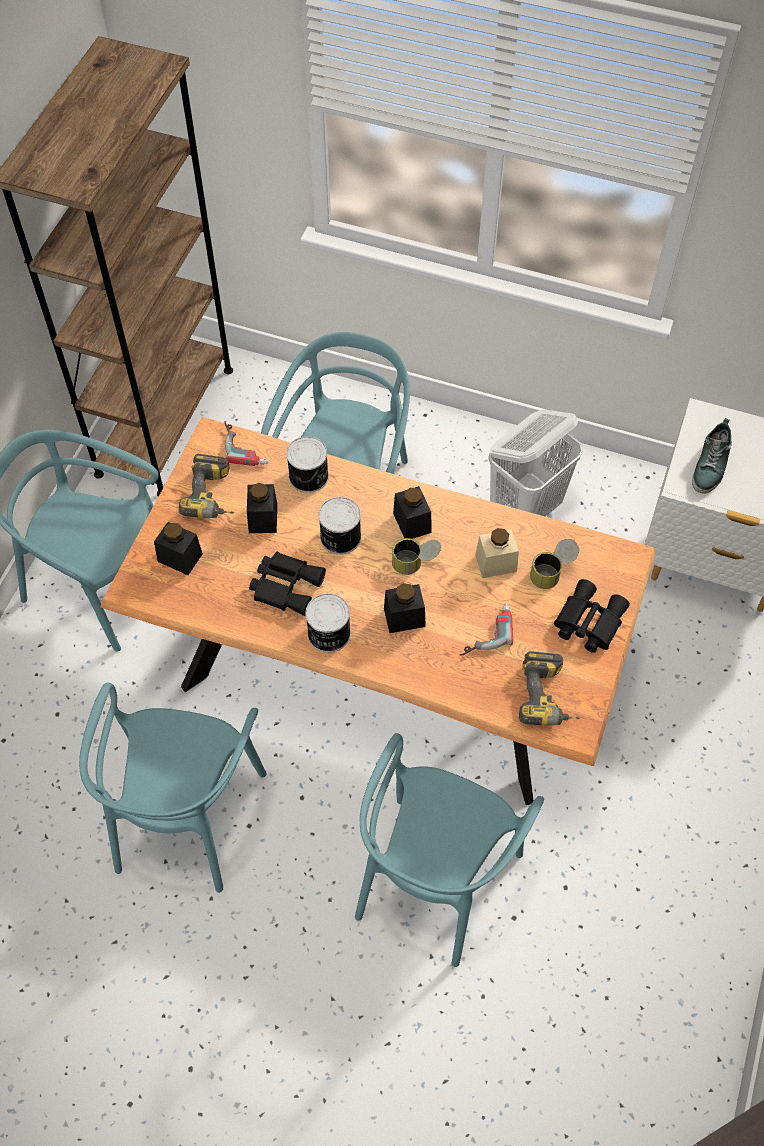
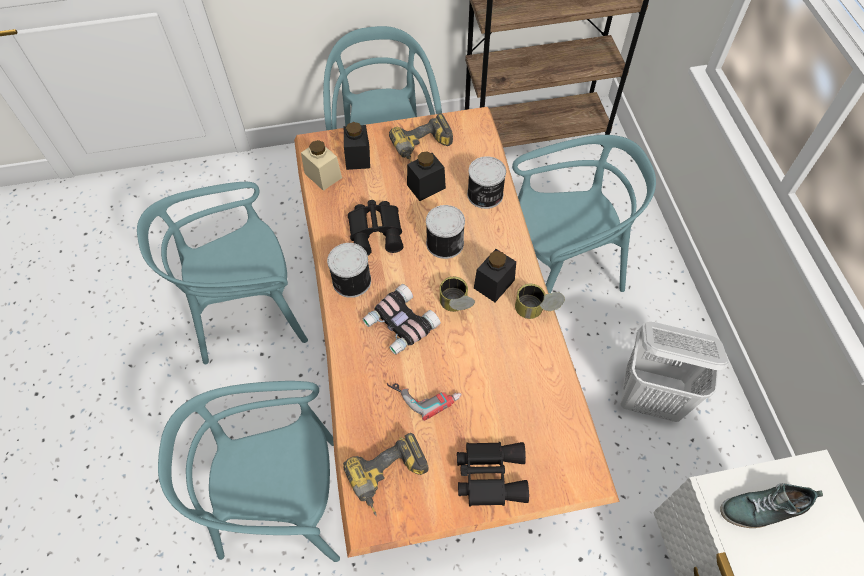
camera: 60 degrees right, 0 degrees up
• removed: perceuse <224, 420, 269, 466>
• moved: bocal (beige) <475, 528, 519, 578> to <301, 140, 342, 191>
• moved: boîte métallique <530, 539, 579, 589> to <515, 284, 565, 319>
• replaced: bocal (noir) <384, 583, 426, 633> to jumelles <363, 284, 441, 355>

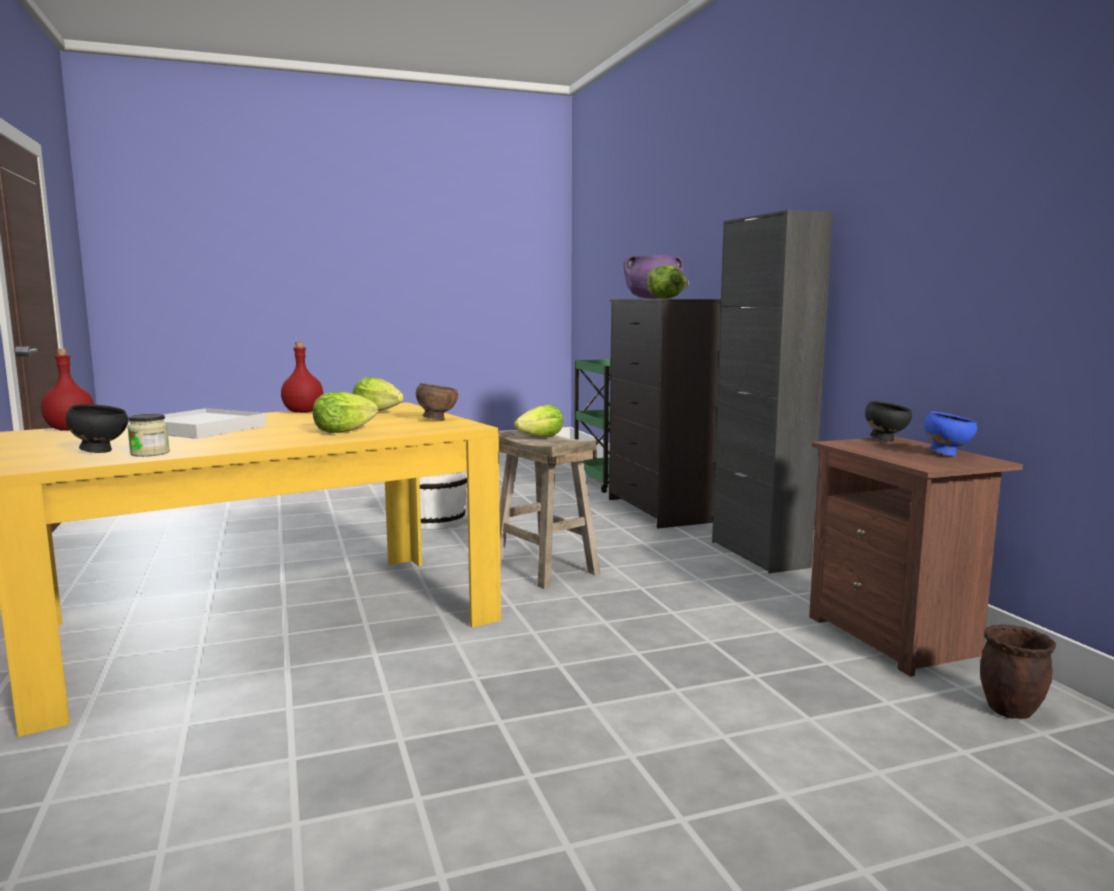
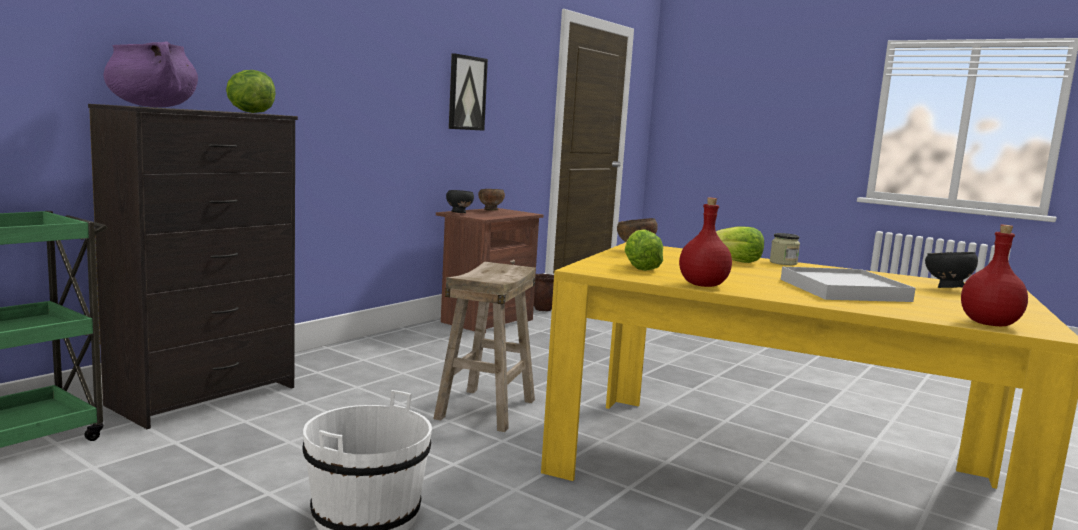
camera: 125 degrees left, 0 degrees up
• removed: meuble de rangement (noir) <712, 210, 833, 573>
• removed: laitue <514, 405, 563, 437>
• recoloured: bol (bleu) <924, 411, 977, 456> to bol (marron) <478, 189, 505, 210>
• moved: bocal <127, 414, 170, 457> to <770, 233, 800, 265>
• added: tableau <449, 53, 488, 131>

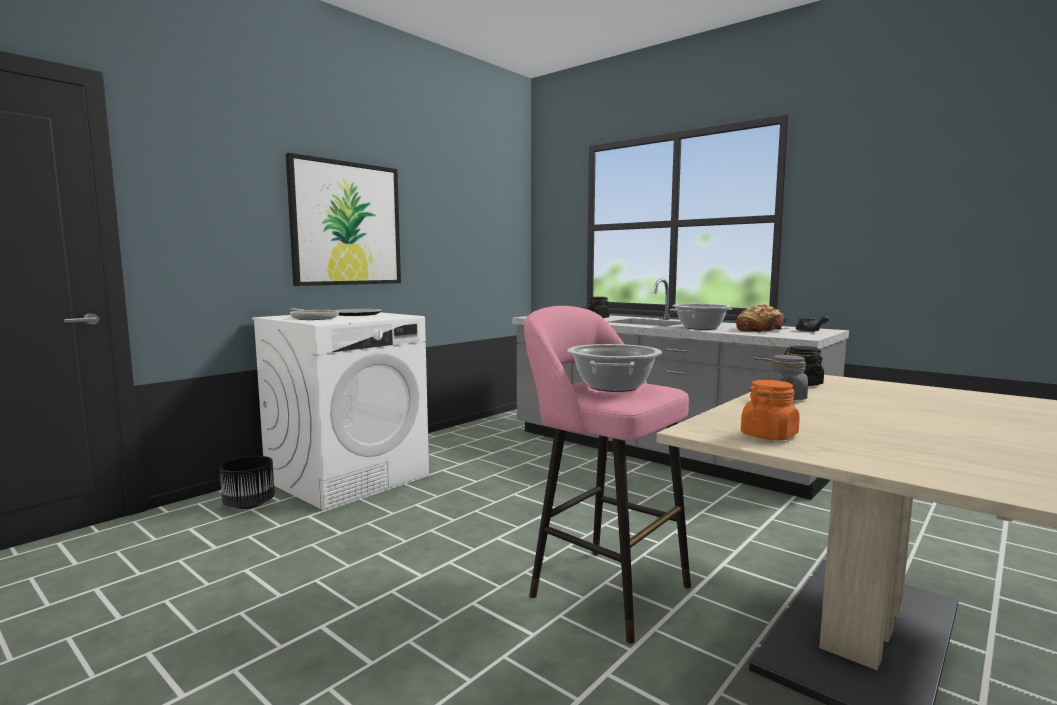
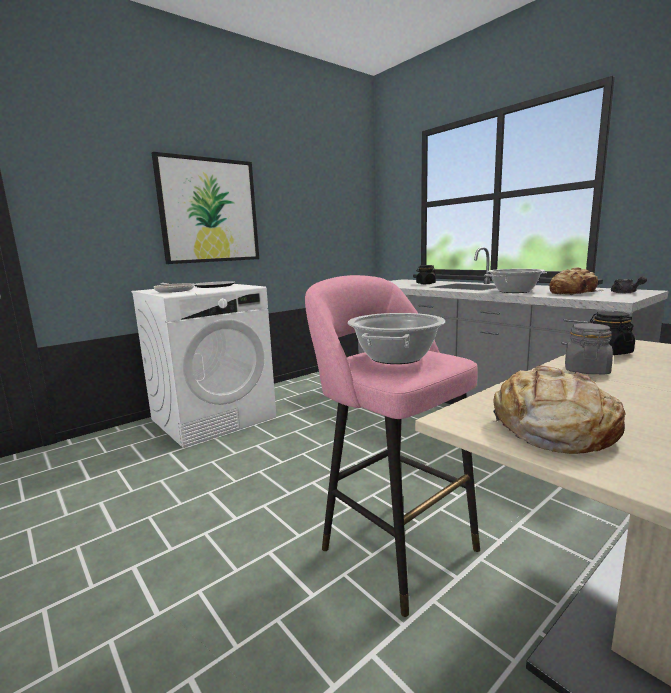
camera: 10 degrees right, 5 degrees up
• replaced: bocal (orange) <741, 380, 800, 440> to pain <492, 365, 625, 454>
• removed: cache-pot (noir) <219, 456, 275, 509>

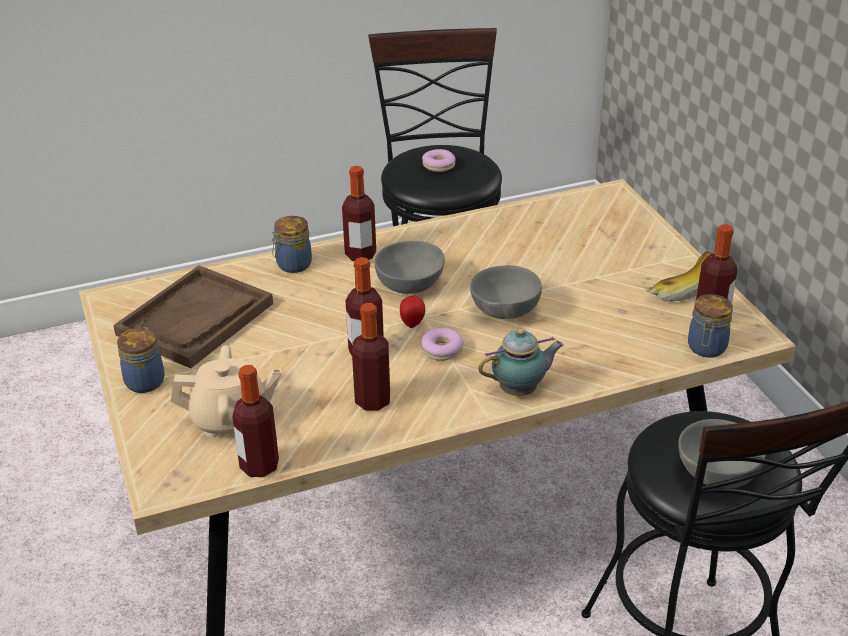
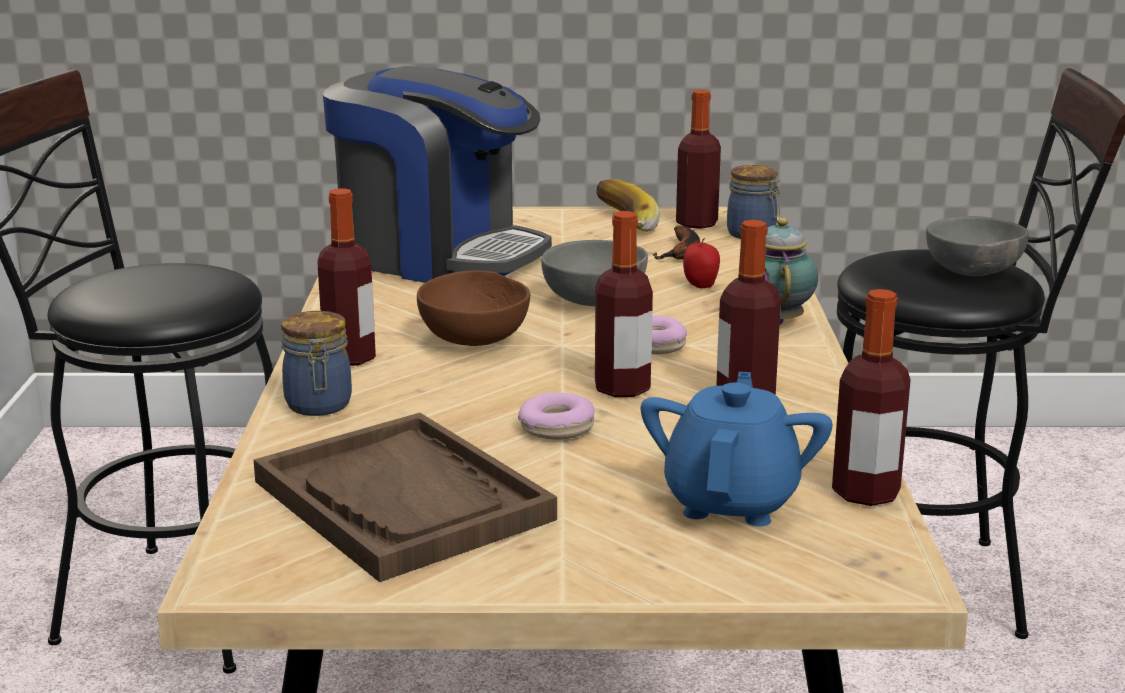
camera: 70 degrees left, 15 degrees down
• moved: beignet <422, 149, 456, 172> to <518, 393, 595, 439>
• recoloured: bol (gris) <375, 241, 445, 294> to bol (marron) <417, 271, 530, 346>
• moved: pomme <400, 295, 425, 328> to <683, 238, 720, 288>
• removed: bocal <117, 328, 165, 393>
• recoloured: théière (beige) <170, 345, 282, 437> to théière (bleu) <641, 372, 833, 526>
• added: machine à café <323, 66, 552, 283>
• added: banane <652, 226, 700, 260>

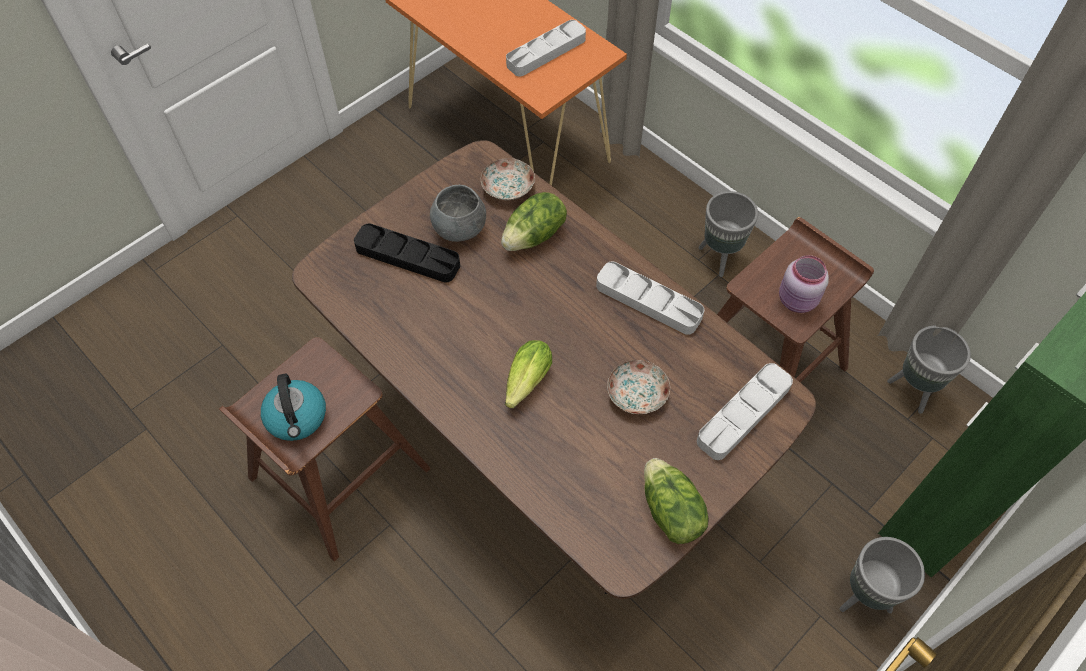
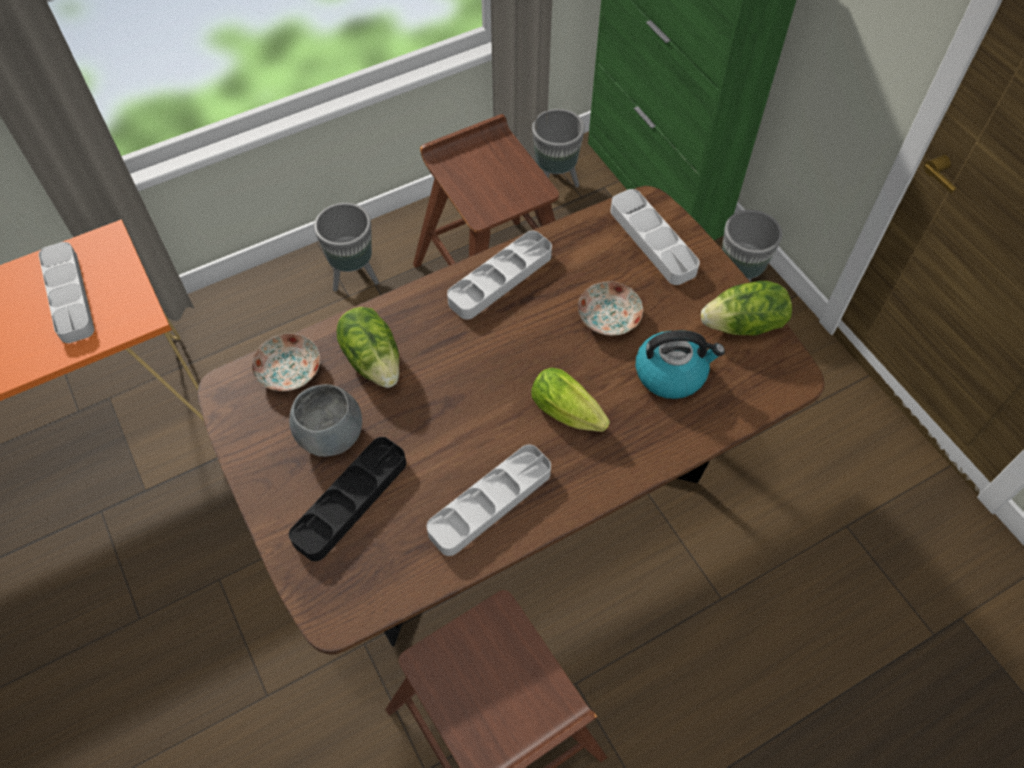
camera: 75 degrees left, 0 degrees up
• removed: bocal (rose) <779, 255, 829, 313>
• moved: bouilloire <261, 373, 326, 441> to <636, 330, 725, 399>
• added: plateau (gris) <427, 445, 551, 556>

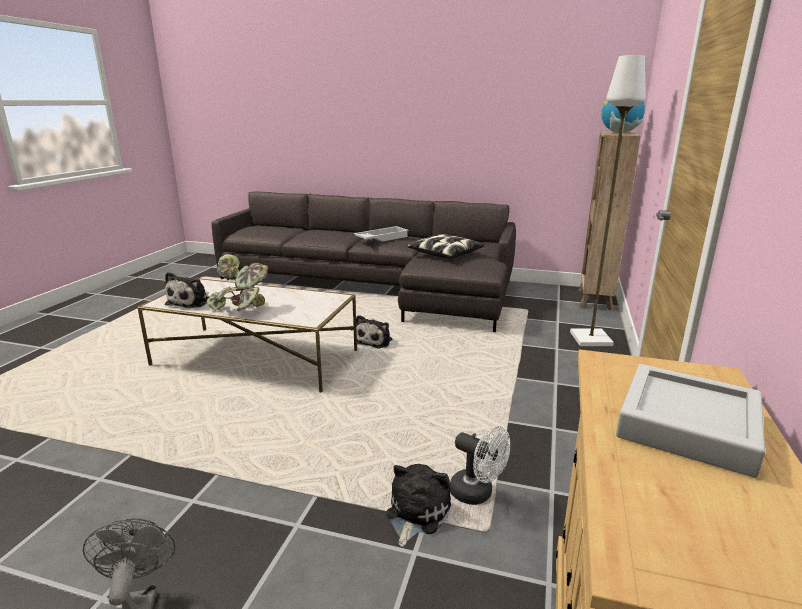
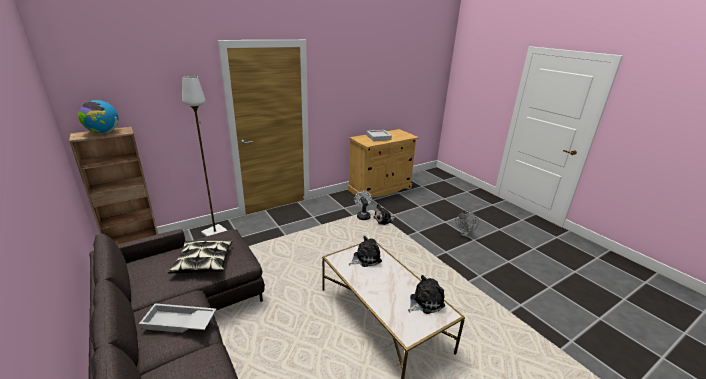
camera: 140 degrees left, 5 degrees up
• removed: plante en pot <206, 254, 268, 311>
• moved: peluche <356, 315, 392, 348> to <349, 236, 382, 267>

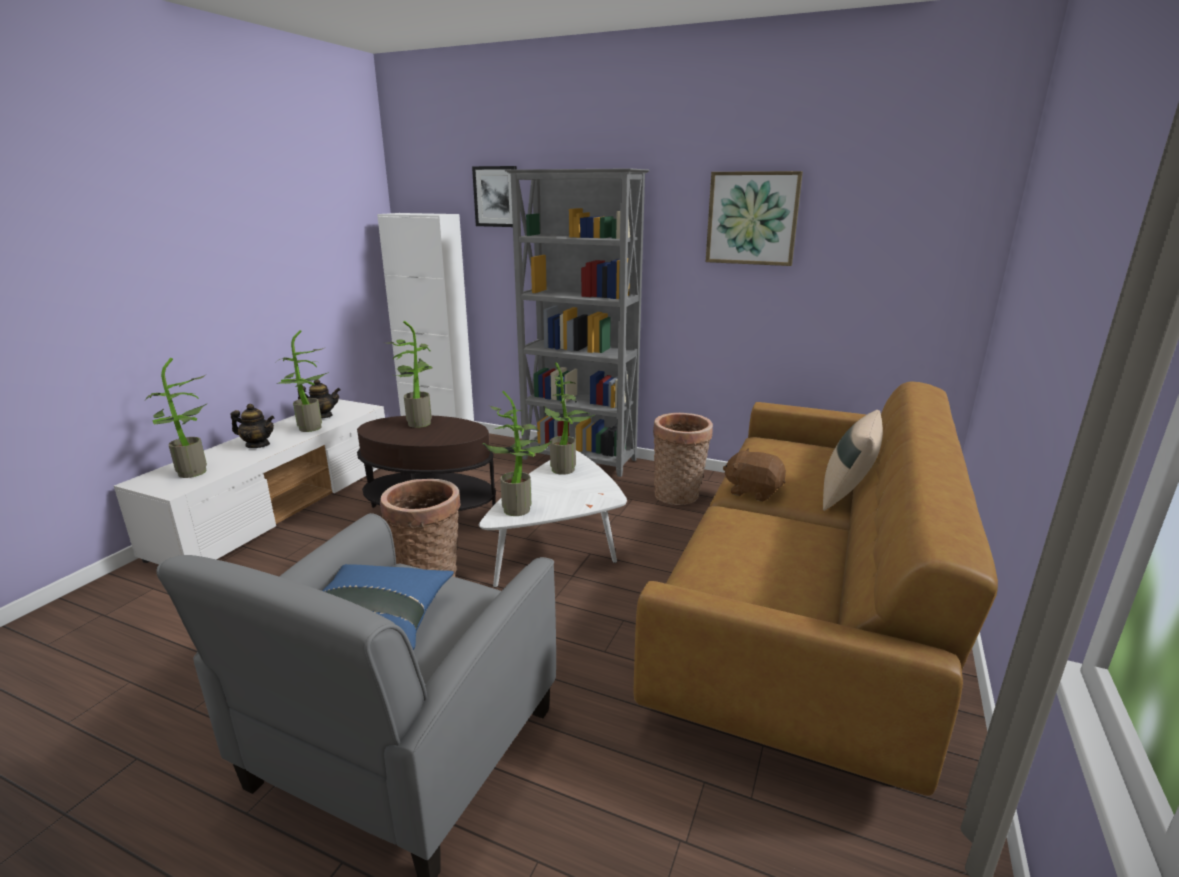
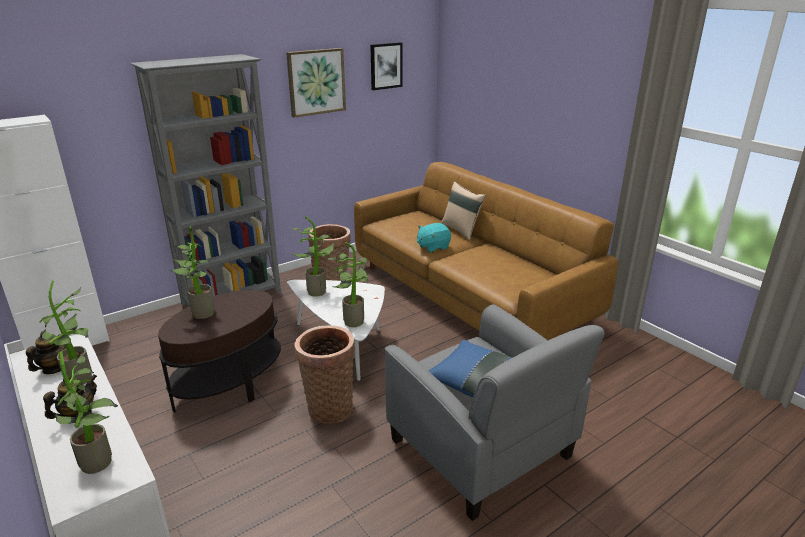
camera: 60 degrees left, 5 degrees up
• moved: tableau <472, 166, 517, 227> to <370, 42, 403, 90>
• recoloured: peluche (marron) <723, 449, 786, 502> to peluche (turquoise) <417, 223, 451, 253>

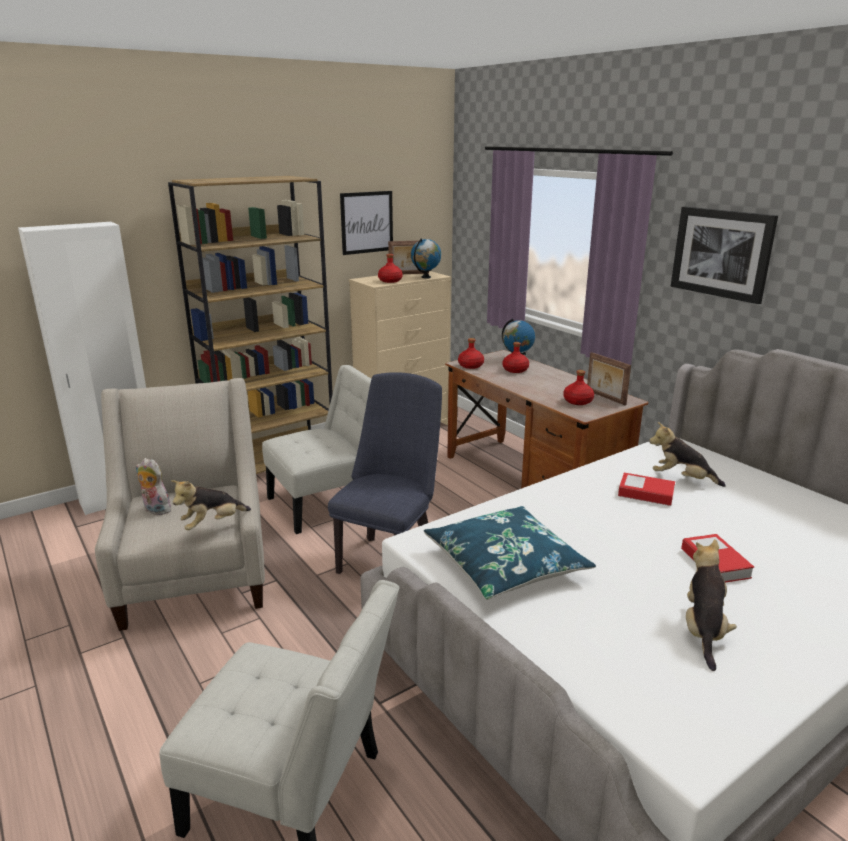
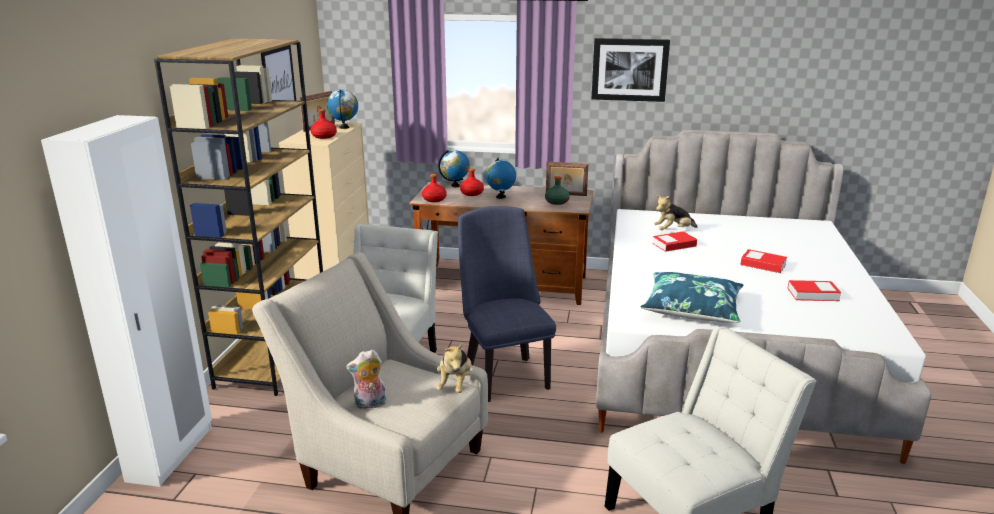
camera: 45 degrees left, 0 degrees up
• recoloured: bouteille (rouge) <563, 370, 594, 405> to bouteille (vert) <545, 176, 570, 205>
• replaced: peluche <686, 539, 737, 671> to livre <788, 280, 841, 301>
• added: globe <486, 158, 516, 199>

